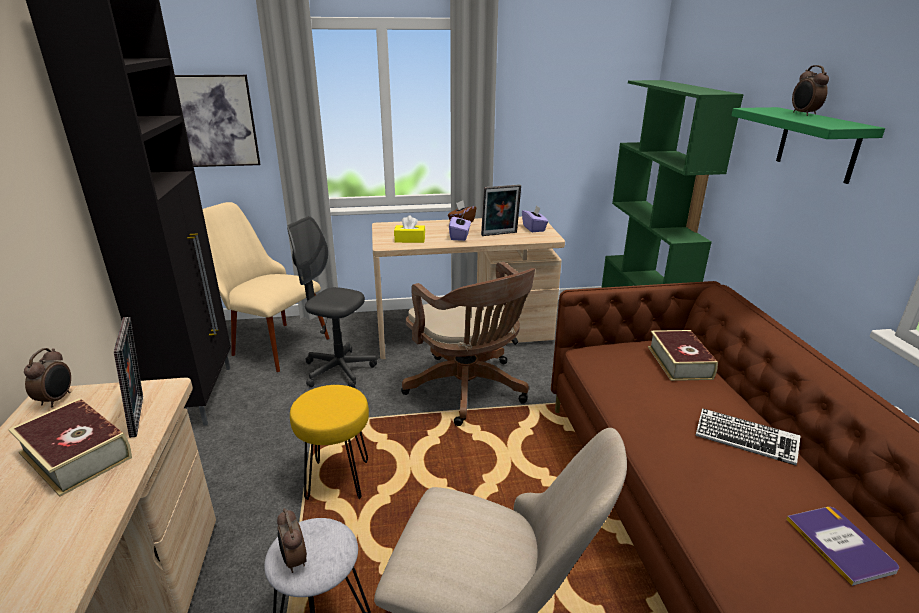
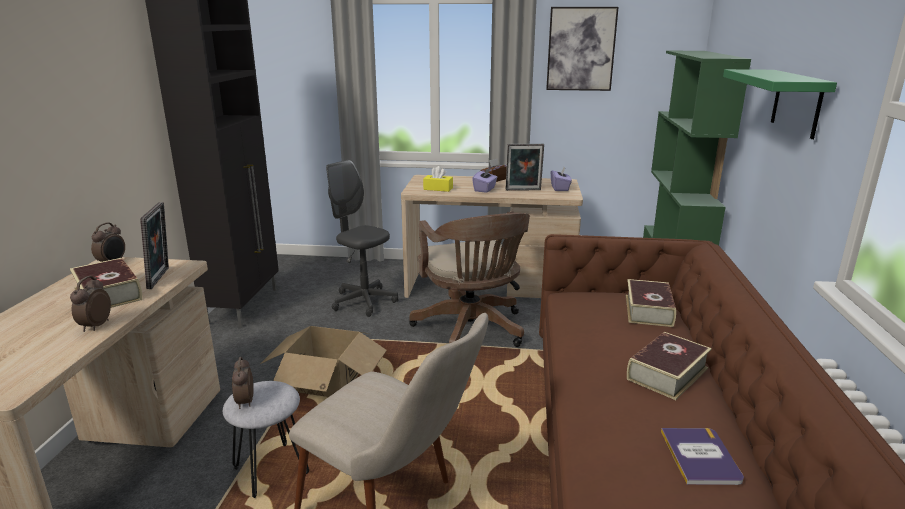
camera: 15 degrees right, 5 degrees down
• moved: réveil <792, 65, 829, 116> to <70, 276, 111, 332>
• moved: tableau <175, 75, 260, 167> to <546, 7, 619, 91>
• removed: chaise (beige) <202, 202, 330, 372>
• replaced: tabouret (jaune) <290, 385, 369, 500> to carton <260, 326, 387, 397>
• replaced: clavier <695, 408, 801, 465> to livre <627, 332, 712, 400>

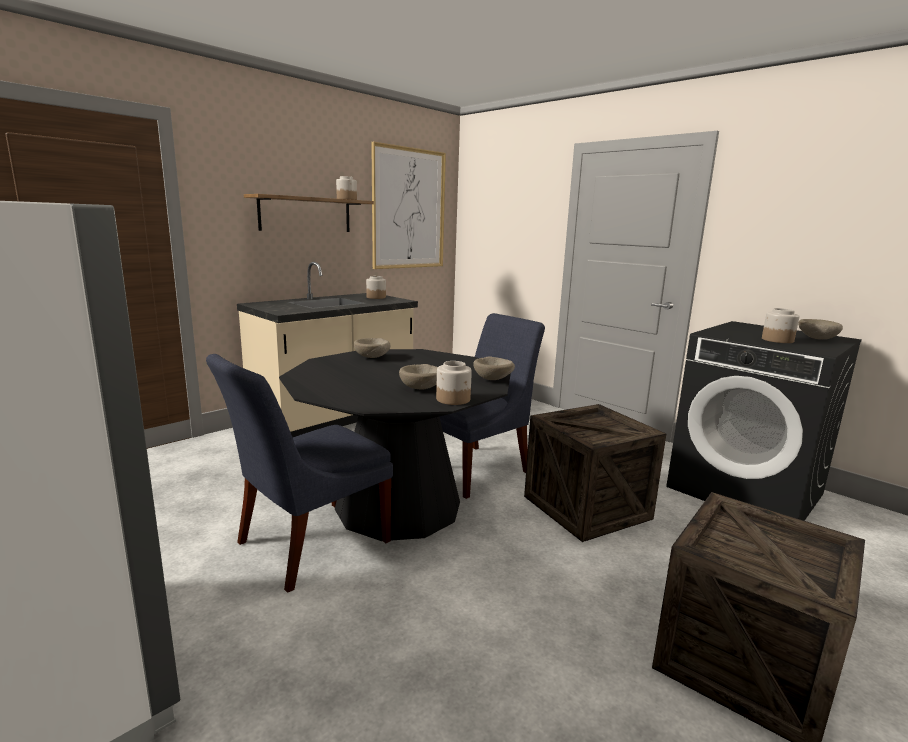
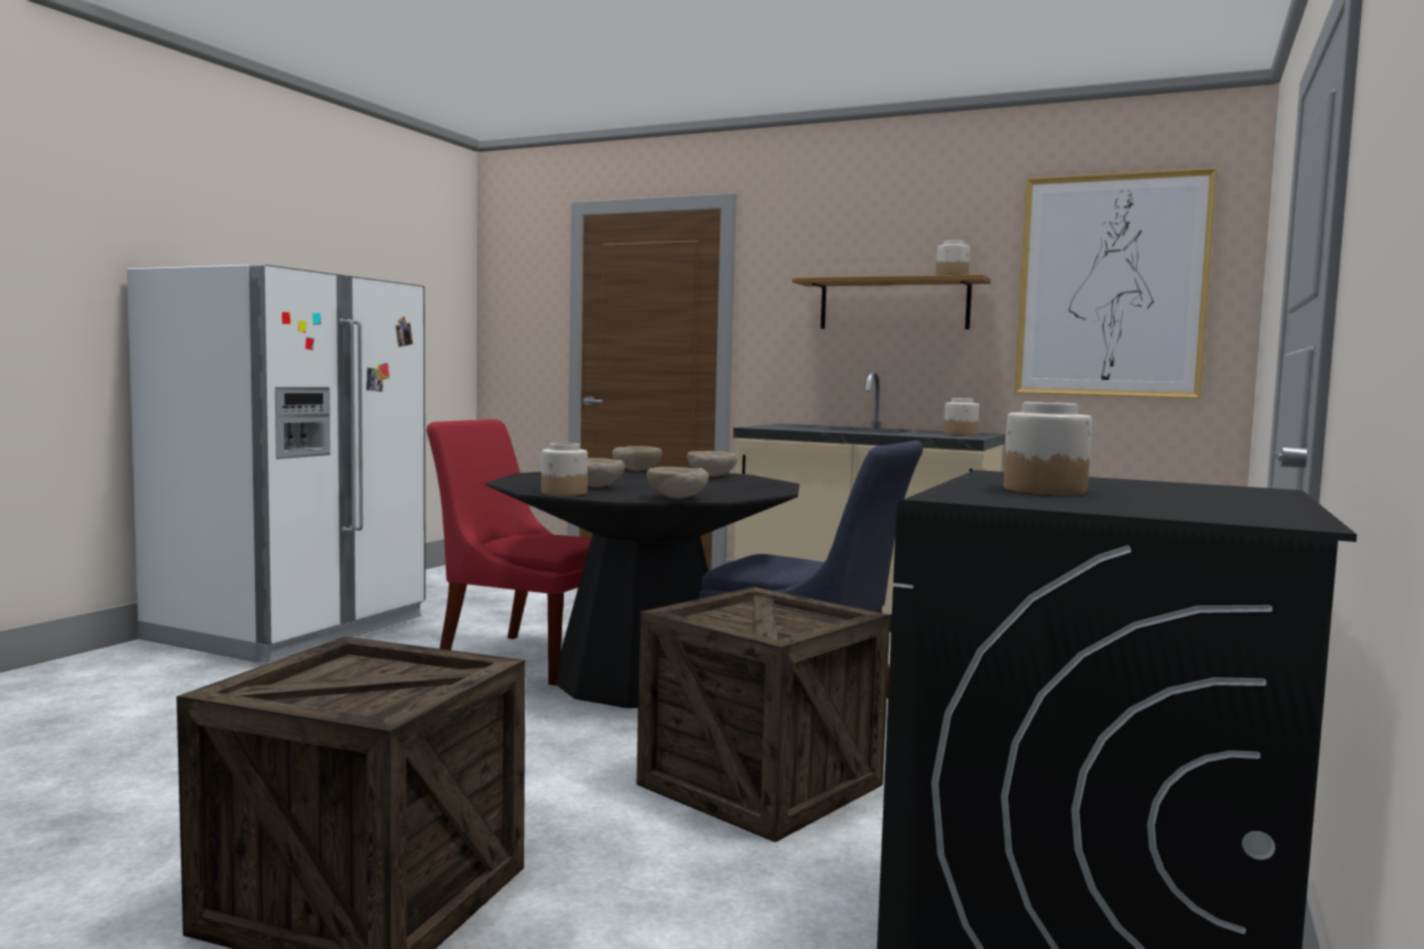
camera: 70 degrees right, 10 degrees down
• moved: bol (beige) <798, 319, 843, 340> to <612, 446, 662, 471>
• recoloured: chaise (bleu) <206, 354, 393, 593> to chaise (rouge) <427, 419, 592, 686>

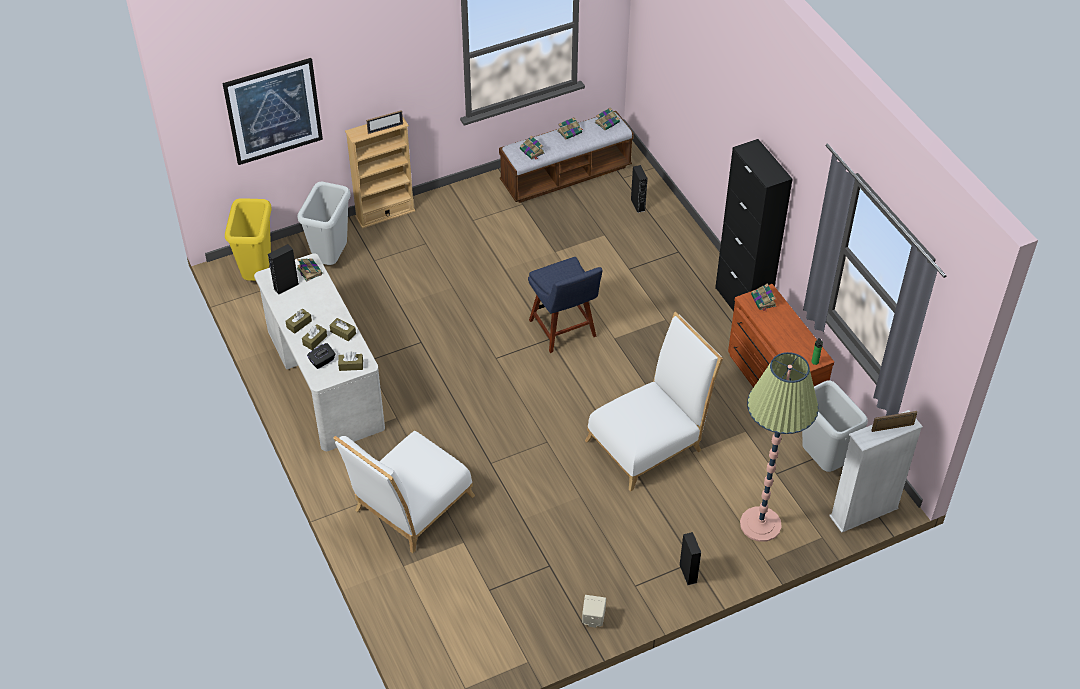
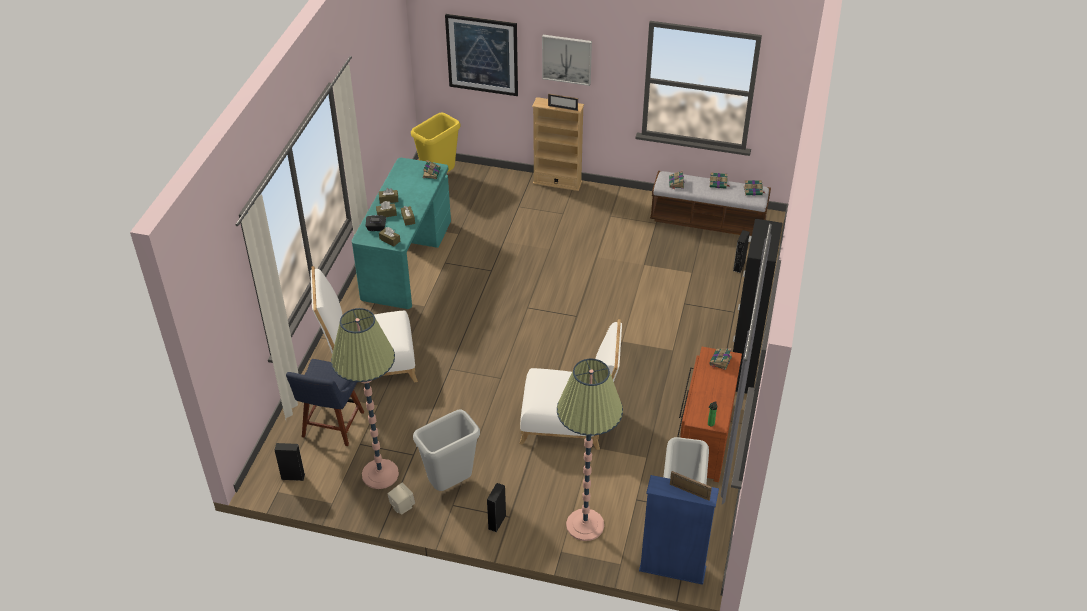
camera: 40 degrees right, 5 degrees down
• moved: poubelle (gris) <297, 181, 351, 265> to <413, 410, 480, 491>
• moved: enceinte (noir) <268, 244, 299, 295> to <274, 443, 305, 481>
• recoloured: bureau (blanc) <254, 253, 385, 451> to bureau (turquoise) <352, 158, 451, 309>
• moved: chaise (bleu) <528, 257, 603, 353> to <286, 359, 364, 446>
• recoloured: bibliothèque (blanc) <829, 410, 923, 533> to bibliothèque (bleu) <639, 475, 719, 585>
• added: tableau <542, 35, 592, 86>
• added: lampadaire <331, 308, 399, 489>

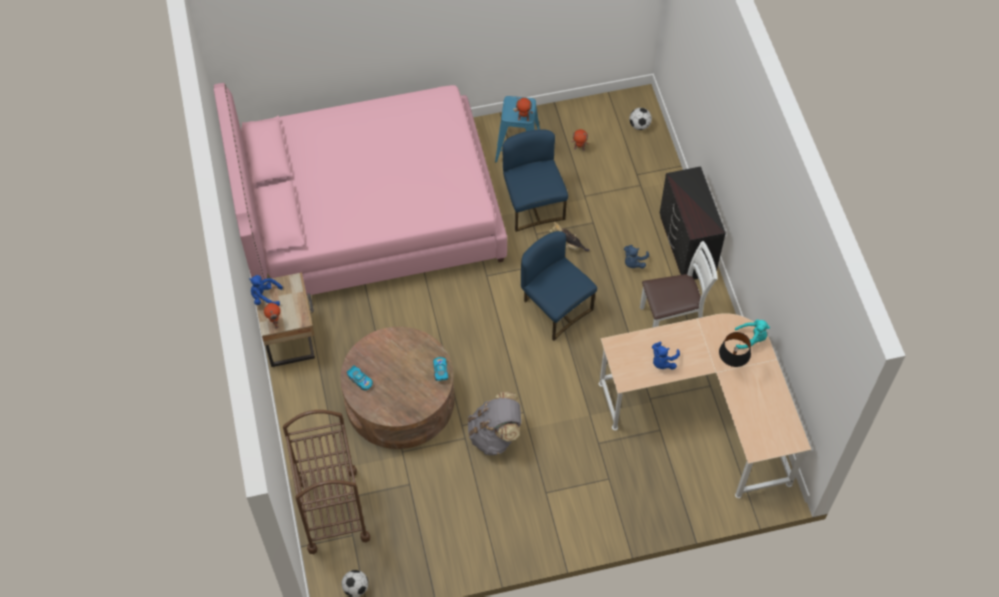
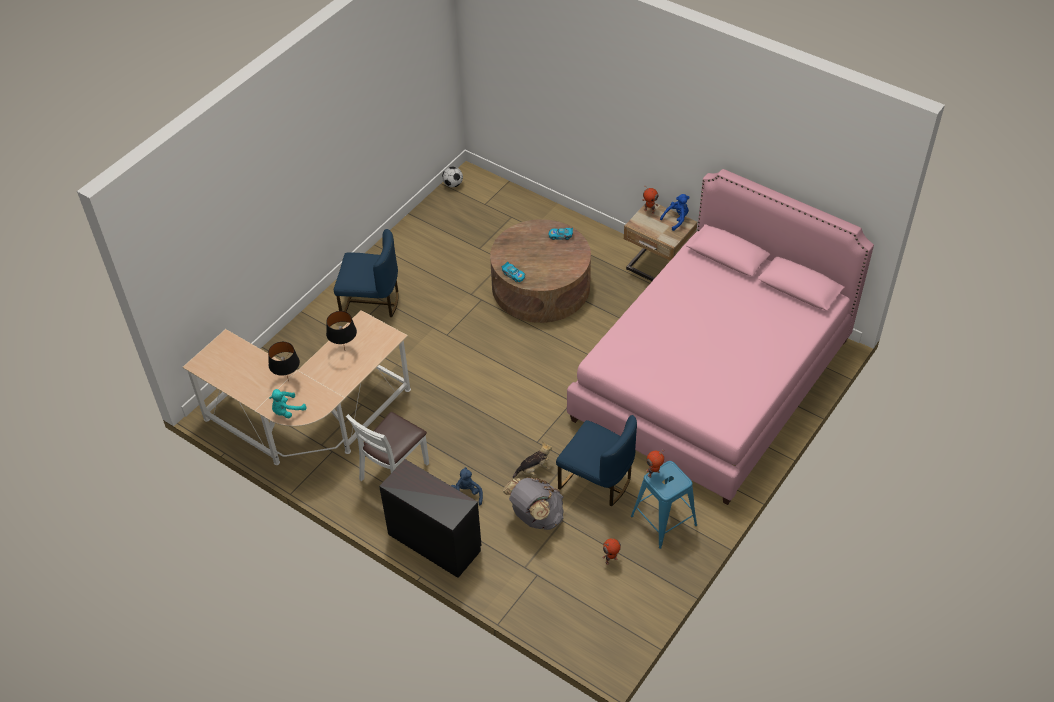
camera: 140 degrees right, 10 degrees down
• removed: ballon de foot <629, 108, 652, 130>
• moved: chaise (bleu) <521, 231, 597, 341> to <334, 229, 398, 317>
• replaced: peluche (bleu) <652, 342, 680, 370> to lampe de table (noir) <326, 311, 357, 349>
• moved: sac à dos (gris) <468, 392, 521, 455> to <502, 477, 563, 530>
• removed: chariot (marron) <283, 410, 370, 554>

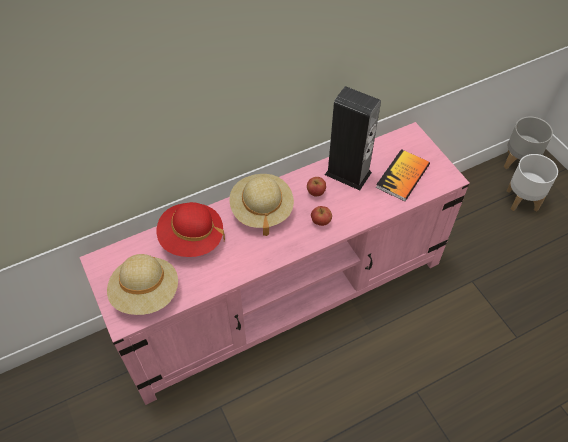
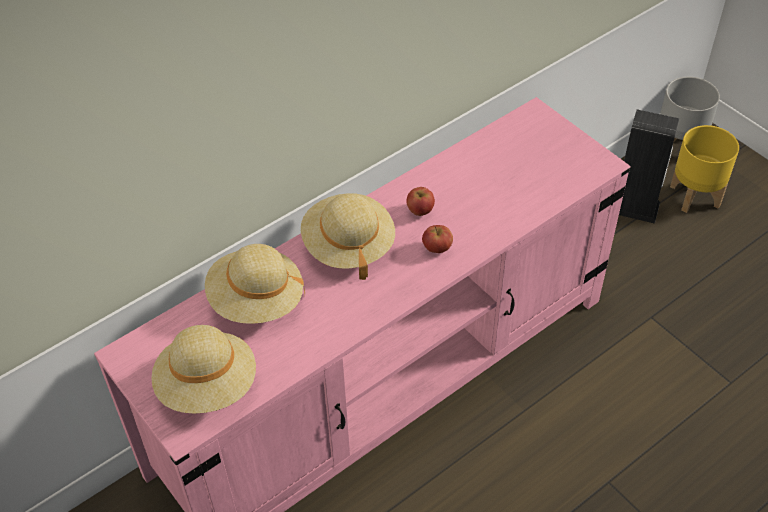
camera: 10 degrees left, 5 degrees down
• moved: enceinte <325, 86, 381, 190> to <619, 109, 680, 224>
• removed: livre <376, 149, 430, 201>
• recoloured: cache-pot (blanc) <506, 154, 558, 212> to cache-pot (jaune) <670, 125, 739, 213>
• recoloured: chapeau (rouge) <157, 202, 225, 257> to chapeau (beige) <205, 244, 305, 324>

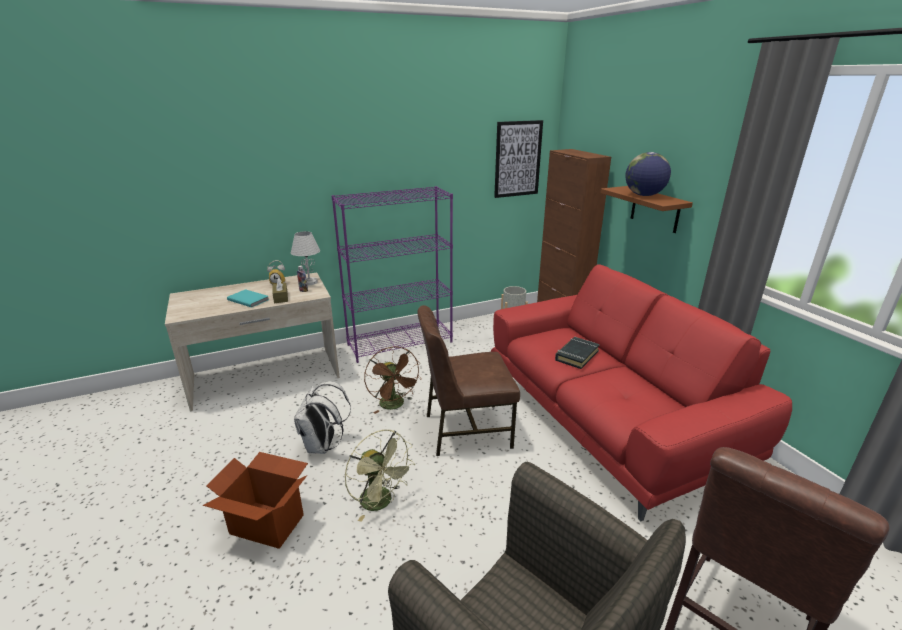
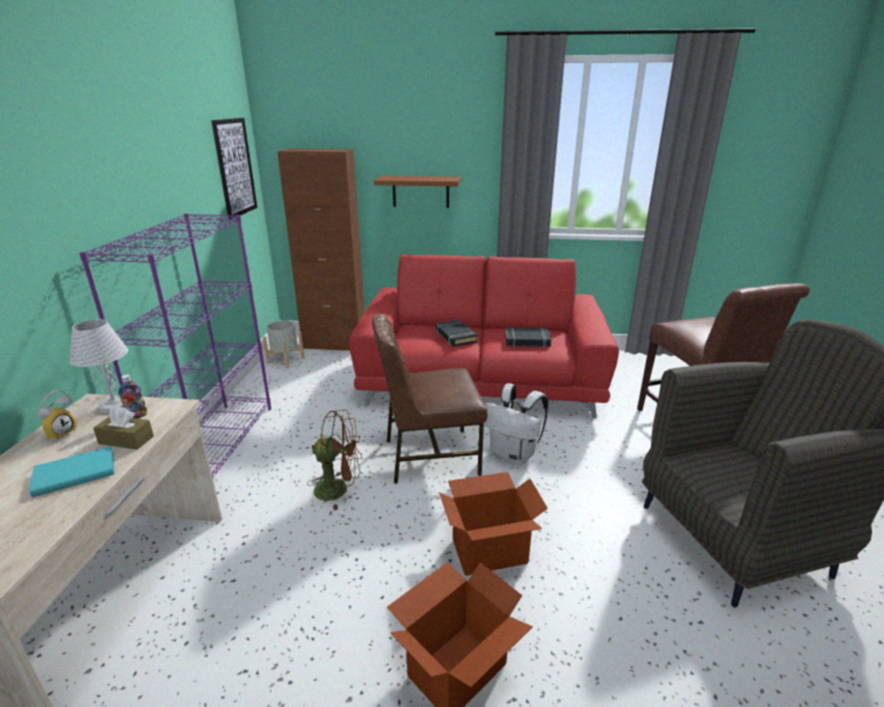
camera: 60 degrees left, 0 degrees up
• removed: globe <626, 152, 671, 196>
• turned: chaise (marron) <418, 305, 520, 456> = <372, 314, 487, 484> 60 degrees clockwise
• moved: sac à dos (blanc) <294, 381, 351, 454> to <484, 384, 548, 465>
• replaced: ventilateur (vert) <344, 430, 414, 522> to carton <439, 472, 548, 576>
• added: livre (noir) <505, 328, 551, 347>

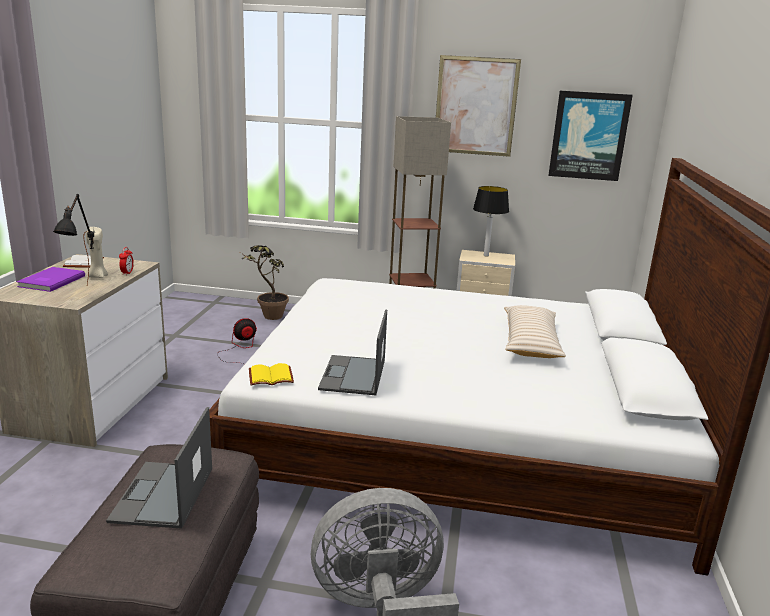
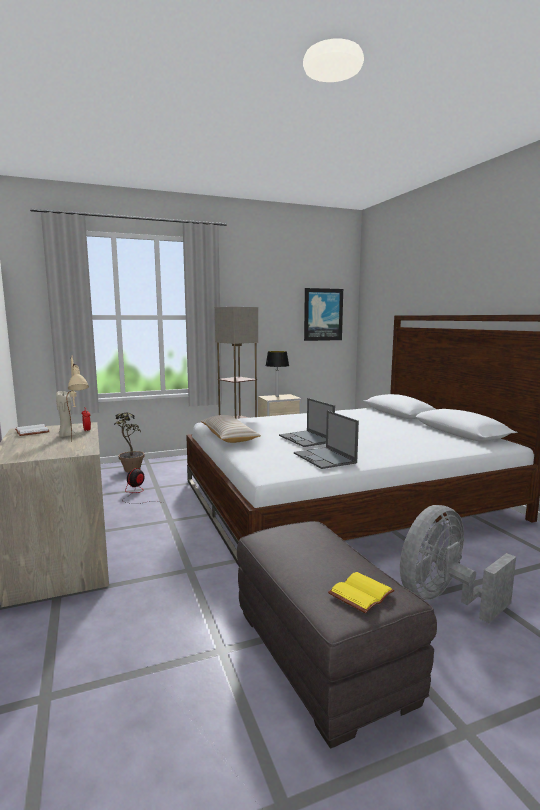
camera: 30 degrees left, 10 degrees down
• removed: tableau <436, 55, 521, 157>
• recoloured: lampe de table (noir) <53, 194, 94, 285> to lampe de table (beige) <66, 356, 89, 442>
• removed: livre (violet) <16, 267, 85, 292>
• moved: coussin (beige) <504, 305, 566, 358> to <201, 415, 261, 443>
• moved: livre (jaune) <249, 363, 294, 386> to <328, 572, 395, 613>
• moved: ordinateur portable <106, 407, 212, 529> to <279, 398, 335, 447>

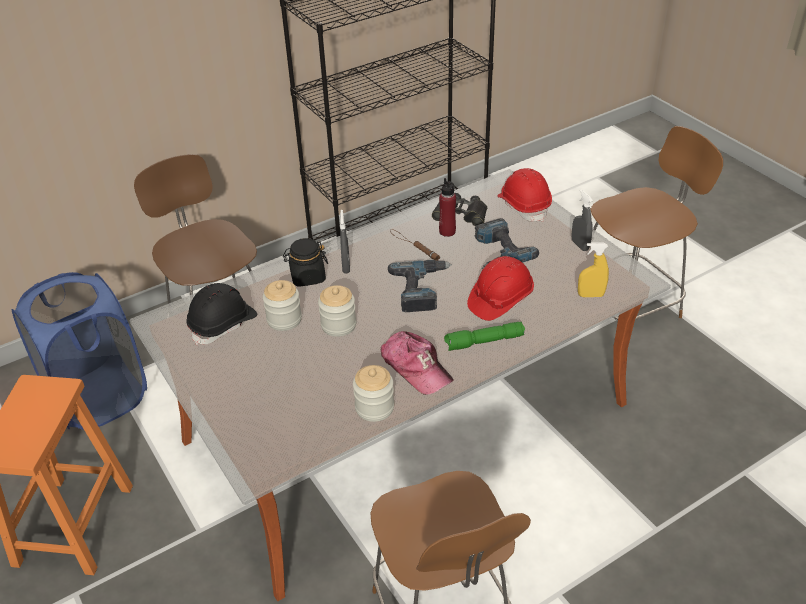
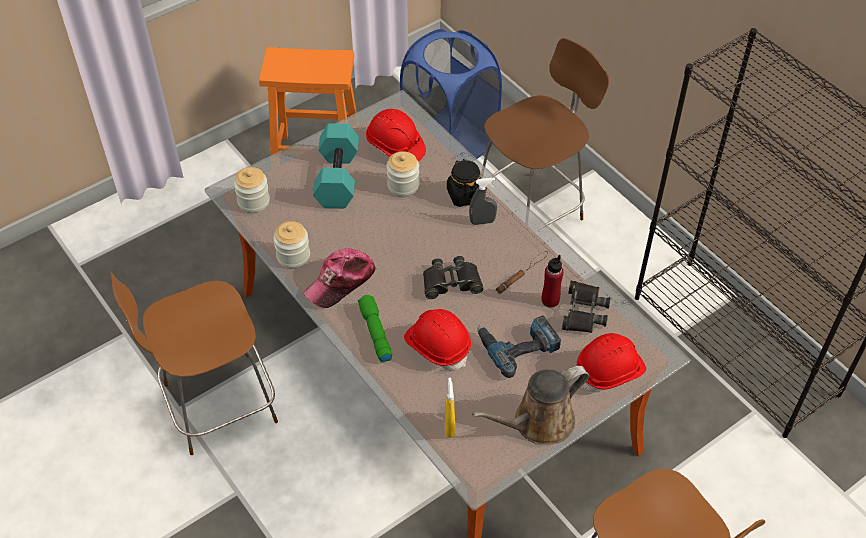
camera: 85 degrees right, 10 degrees up
• replaced: vaporisateur (gris) <572, 189, 593, 251> to arrosoir (marron) <472, 366, 589, 444>
• replaced: perceuse <388, 260, 452, 312> to jumelles (noir) <423, 256, 483, 299>
• recoloured: casque de chantier (noir) <186, 283, 257, 345> to casque de chantier (rouge) <366, 109, 426, 162>
• moved: bocal <318, 285, 356, 337> to <234, 167, 270, 213>
• added: haltère (turquoise) <313, 124, 359, 208>

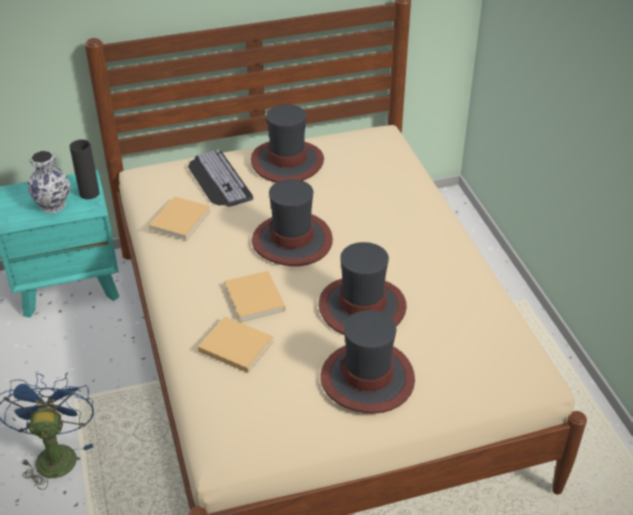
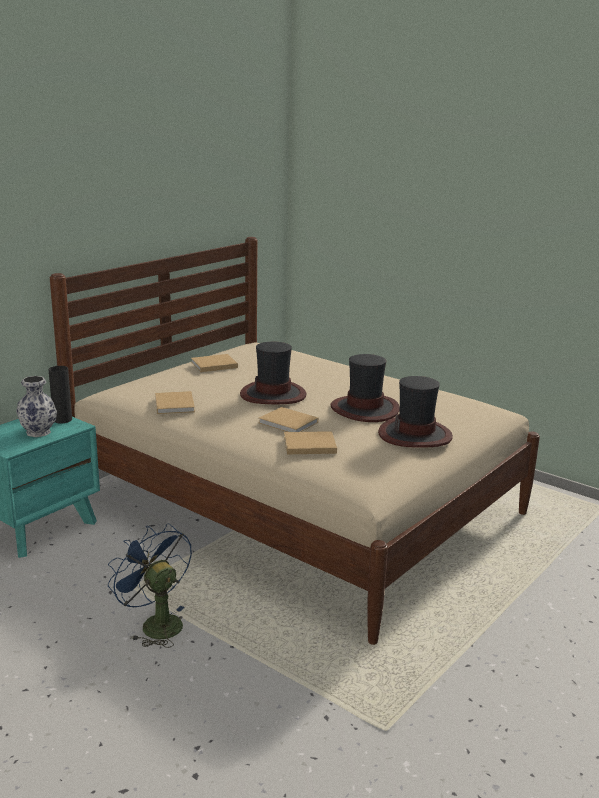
camera: 35 degrees left, 20 degrees down
• replaced: chapeau <251, 104, 324, 183> to livre (beige) <191, 354, 238, 372>
• removed: clavier <188, 150, 253, 207>

